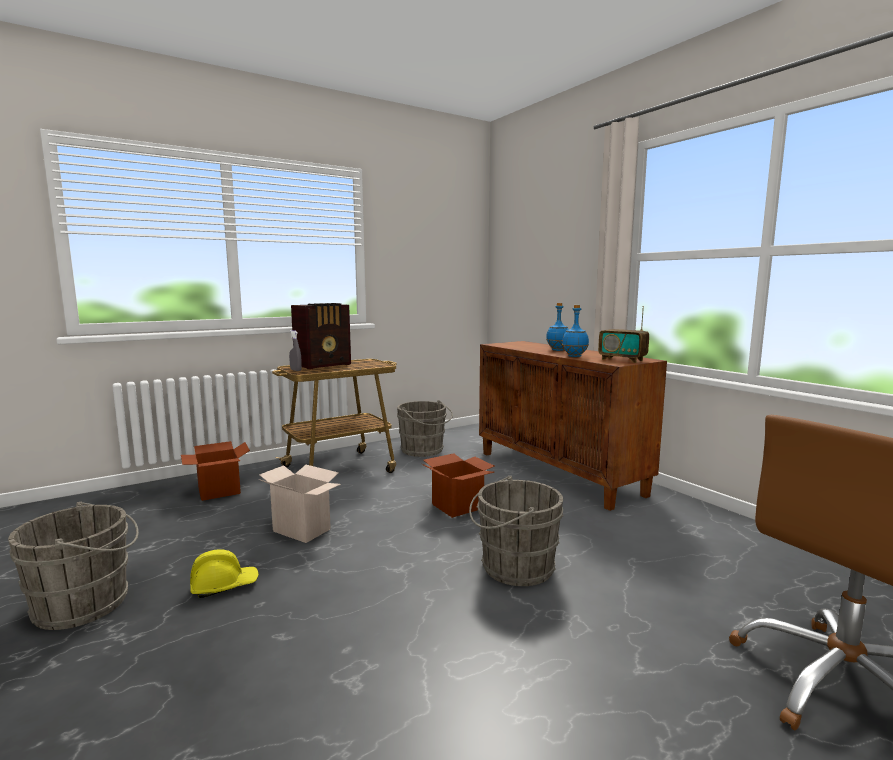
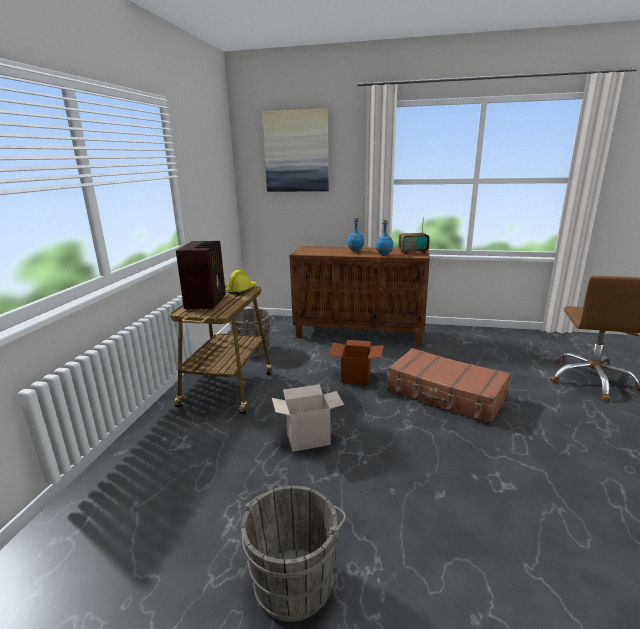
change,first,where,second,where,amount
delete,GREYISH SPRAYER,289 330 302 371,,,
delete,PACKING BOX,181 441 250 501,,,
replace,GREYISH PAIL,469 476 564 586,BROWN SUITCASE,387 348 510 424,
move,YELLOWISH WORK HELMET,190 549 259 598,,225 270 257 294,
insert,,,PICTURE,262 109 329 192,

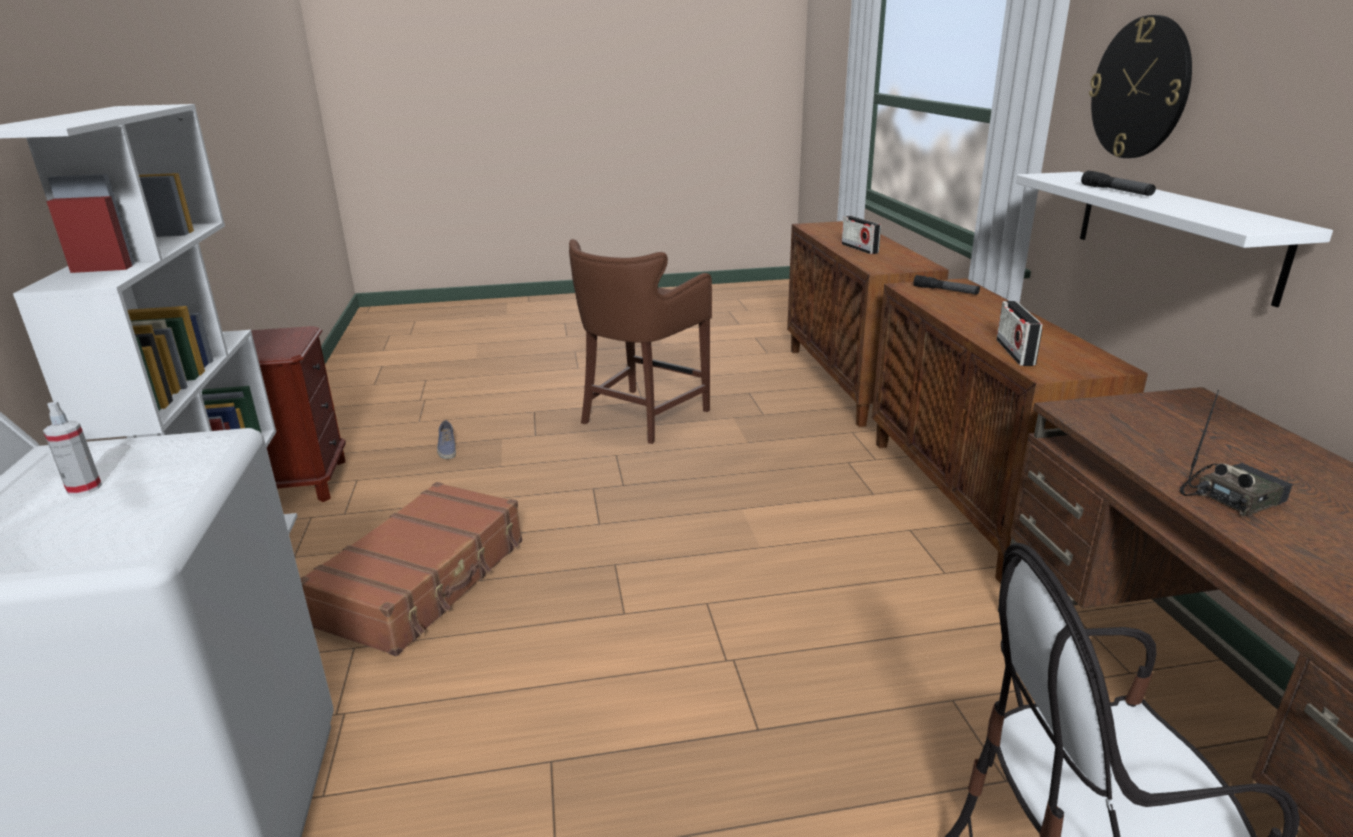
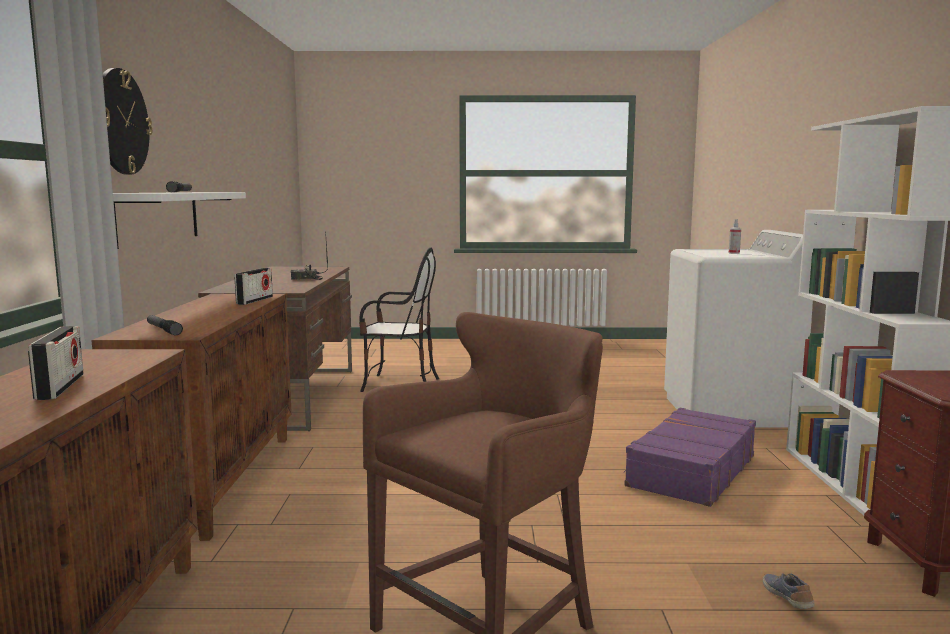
change,first,where,second,where,amount
recolor,BROWN SUITCASE,300 482 522 656,PURPLE SUITCASE,624 408 756 507,

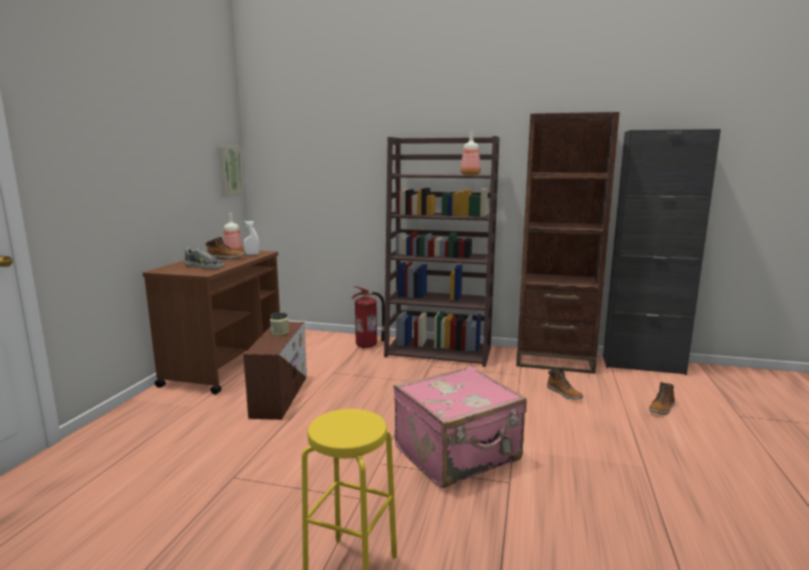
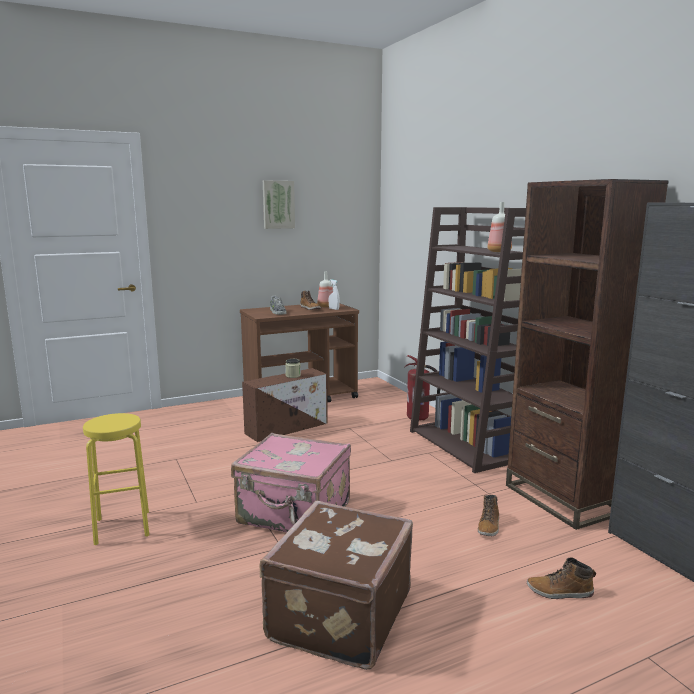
change,first,where,second,where,amount
move,PICTURE,218 146 245 197,,263 180 295 229,
insert,,,BROWN SUITCASE,259 501 413 670,

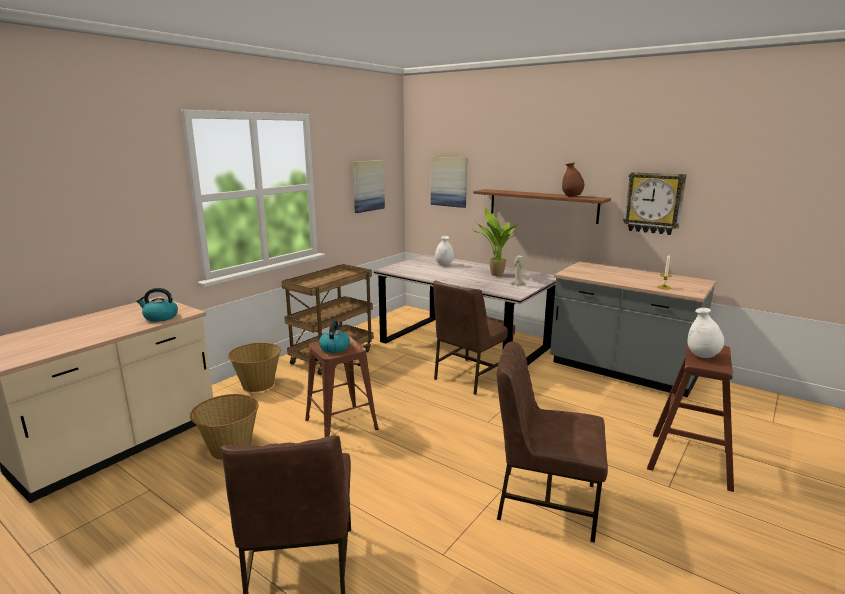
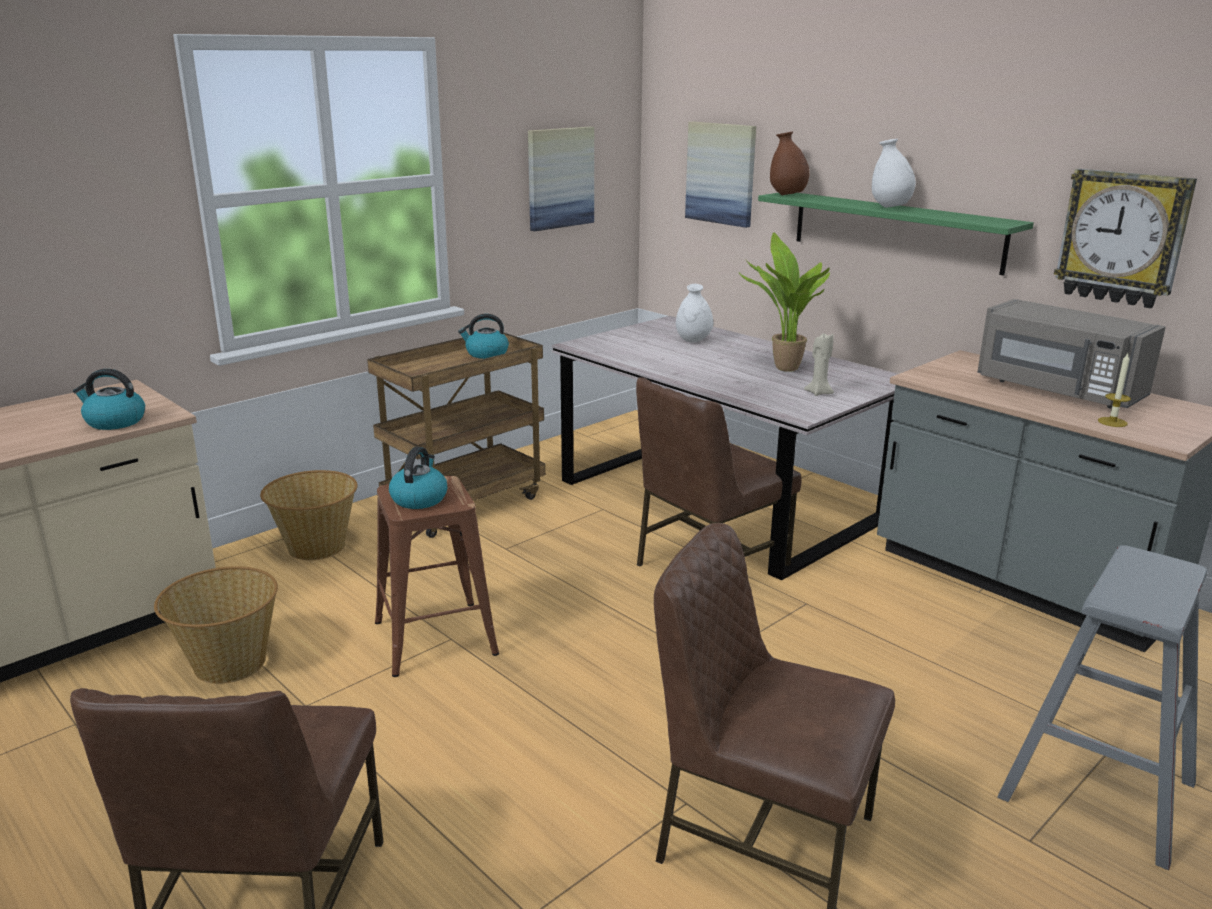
change,first,where,second,where,amount
move,BROWN FLOWER VASE,562 163 584 197,,770 132 810 195,
recolor,BROWN WALL SHELF,473 189 611 224,GREENISH WALL SHELF,758 193 1034 276,
move,WHITISH FLOWER VASE,687 308 724 358,,872 139 916 208,
recolor,BROWN STOOL,647 342 734 492,GREYISH STOOL,997 545 1208 870,
insert,,,GREYISH MICROWAVE OVEN,977 299 1166 409,
insert,,,KETTLE,458 314 509 359,

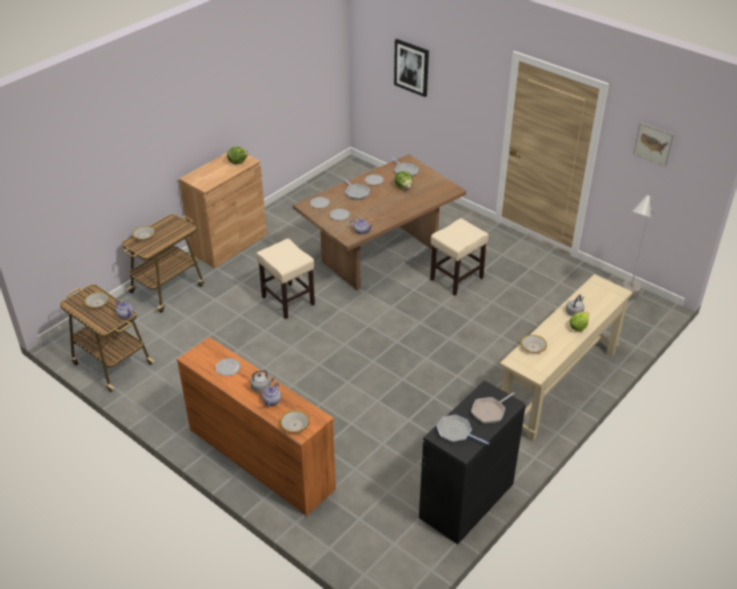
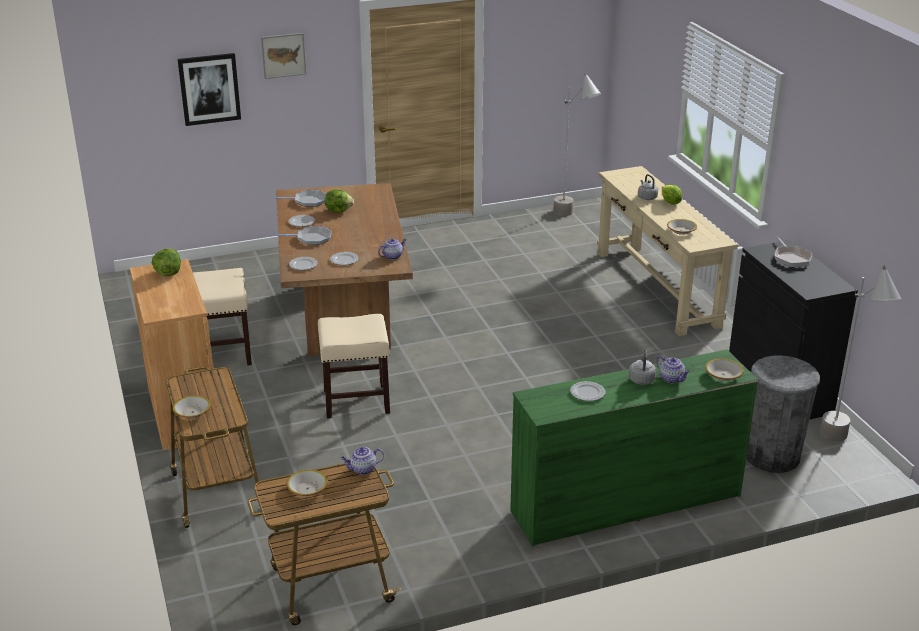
change,first,where,second,where,amount
move,PICTURE,633 122 674 167,,261 33 306 79,
move,BEIGE-COLOURED STOOL,430 218 489 296,,193 268 252 365,
recolor,ORANGE-COLOURED CHEST OF DRAWERS,177 337 336 516,GREENISH CHEST OF DRAWERS,510 350 758 547,
delete,FRYING PAN,436 414 489 444,,,
insert,,,GREYISH STANDARD LAMP,820 266 901 441,
insert,,,GREYISH WASTE BIN,746 355 820 473,

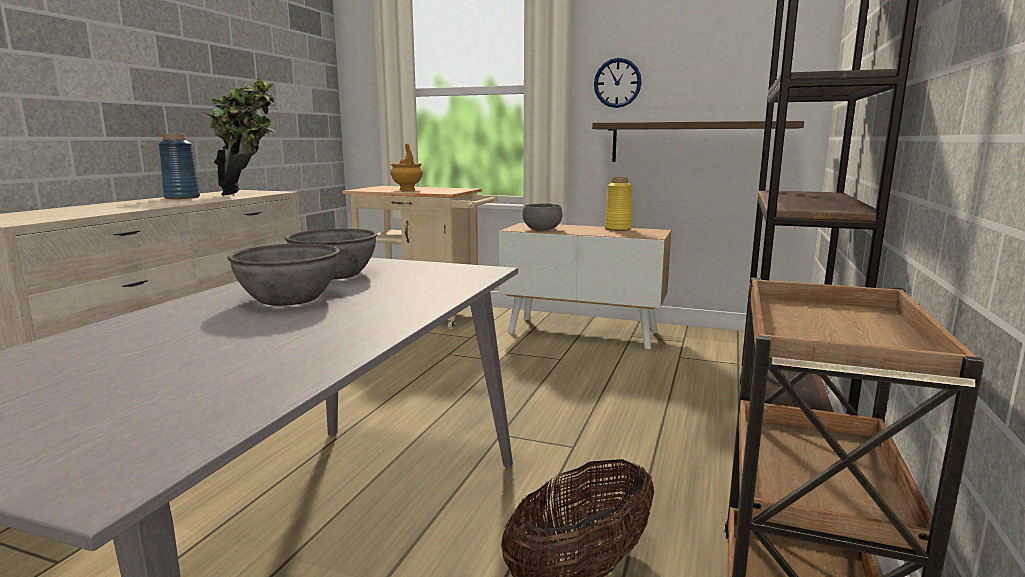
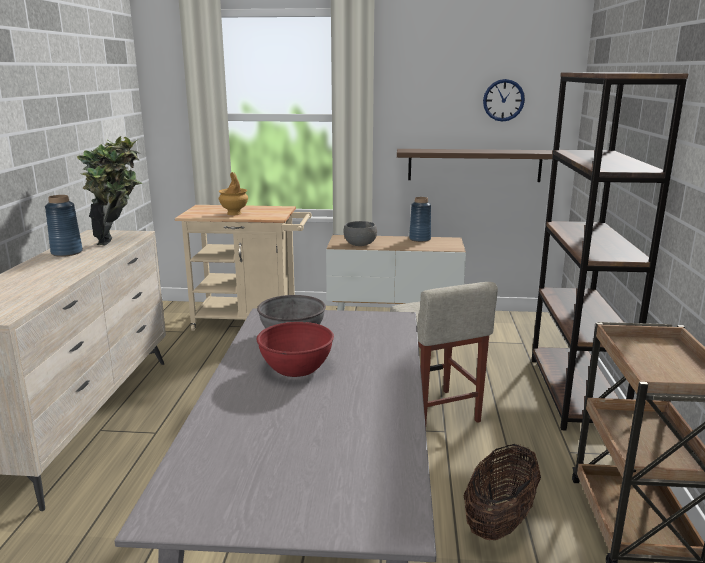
change,first,where,second,where,amount
move,WALL CLOCK,594 58 642 108,,483 79 525 122,
recolor,YELLOWISH FLOWER VASE,605 177 632 231,BLUE-COLOURED FLOWER VASE,409 197 431 242,
recolor,GREYISH BOWL,227 243 340 306,REDDISH BOWL,257 322 334 377,
insert,,,BEIGE-COLOURED STOOL,390 282 498 426,

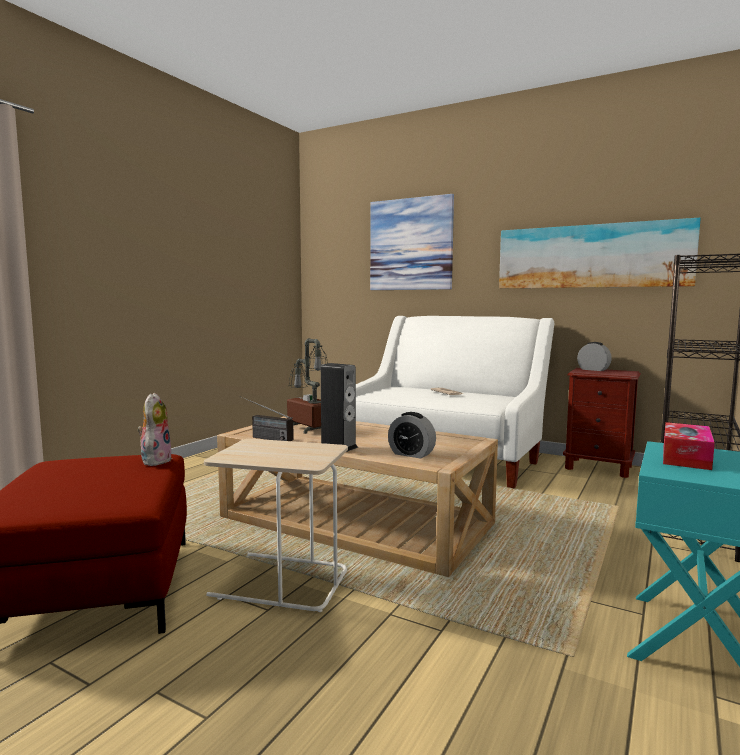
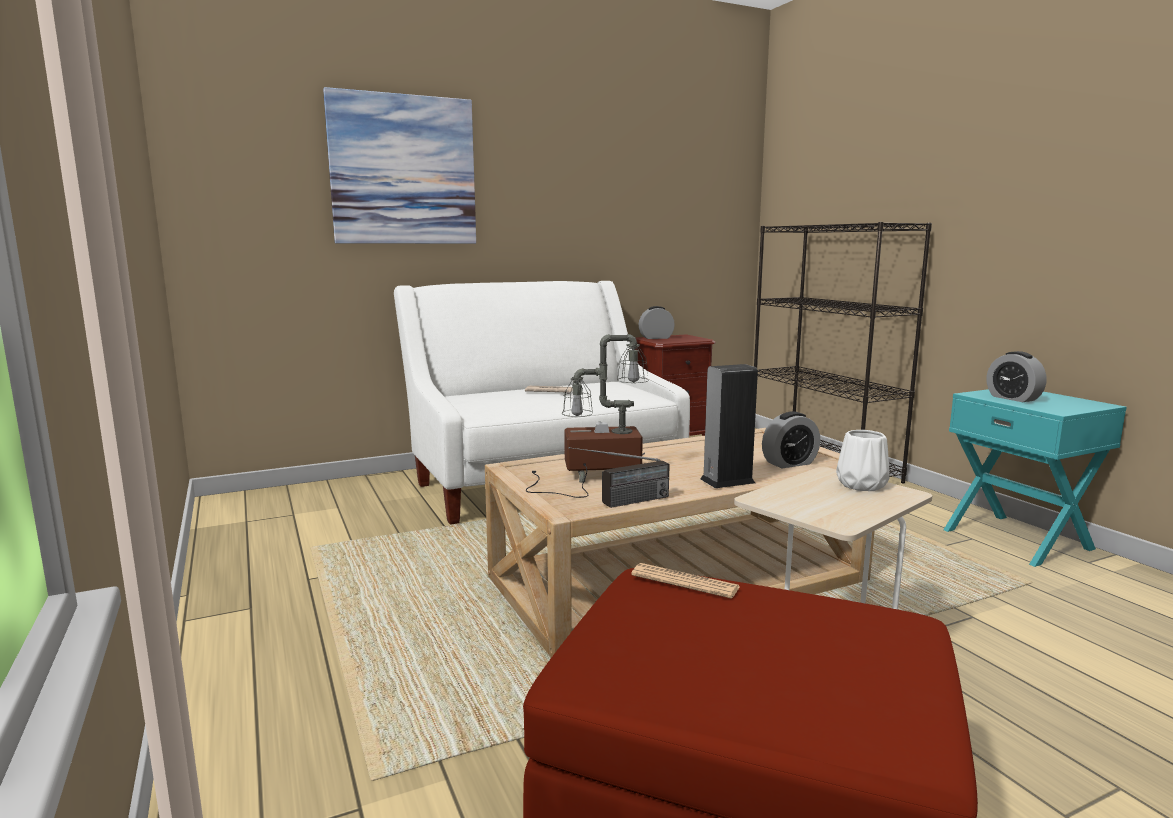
change,first,where,second,where,amount
delete,PICTURE,499 218 701 288,,,
replace,PLUSH TOY,137 393 172 466,PRINTED PAPER,631 563 740 598,
replace,TISSUE HOLDER,663 422 715 470,TABLE CLOCK,987 351 1047 402,
insert,,,WHITISH FLOWER VASE,836 430 889 491,

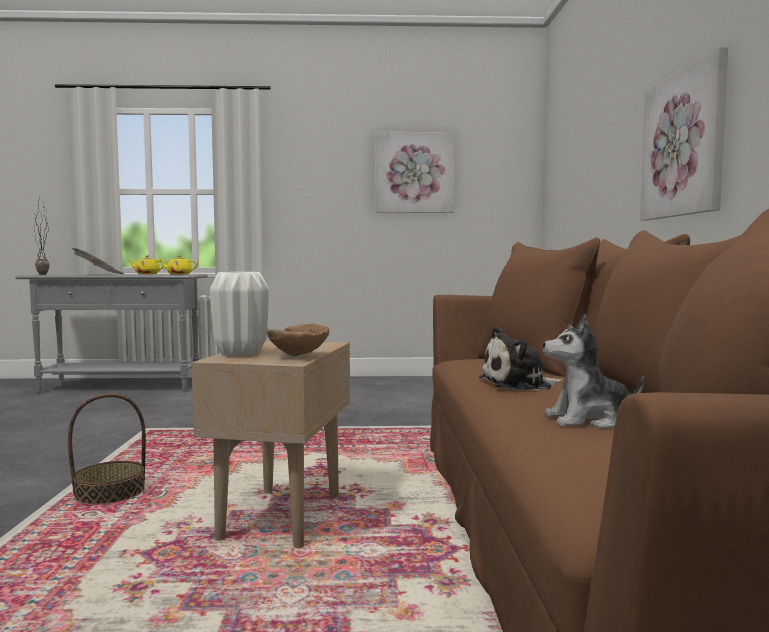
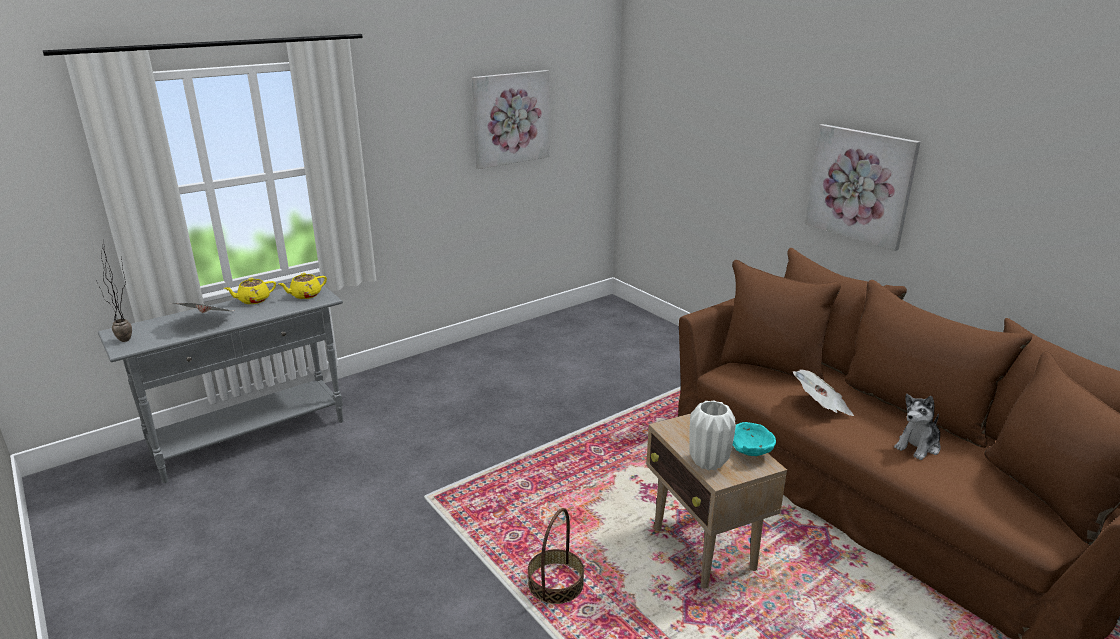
change,first,where,second,where,amount
recolor,BROWN BOWL,267 323 329 357,TURQUOISE BOWL,733 422 776 456,
replace,PLUSH TOY,479 327 563 390,PRINTED PAPER,793 369 854 416,

